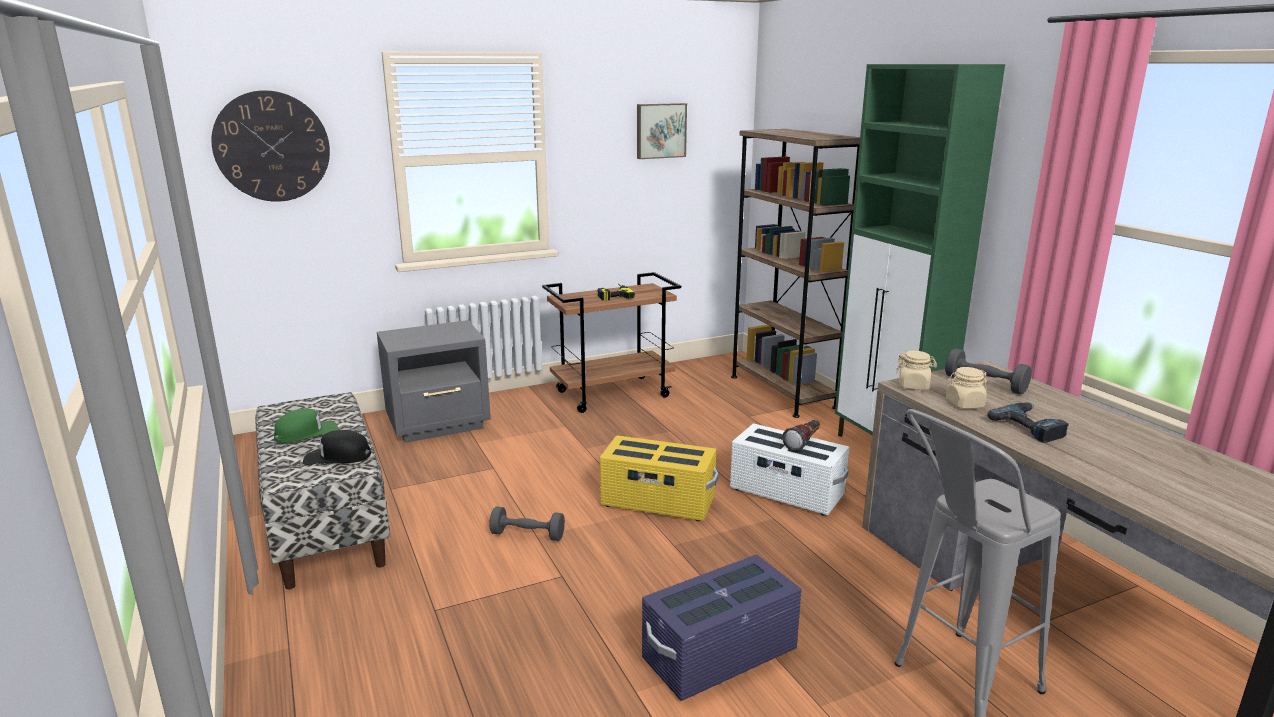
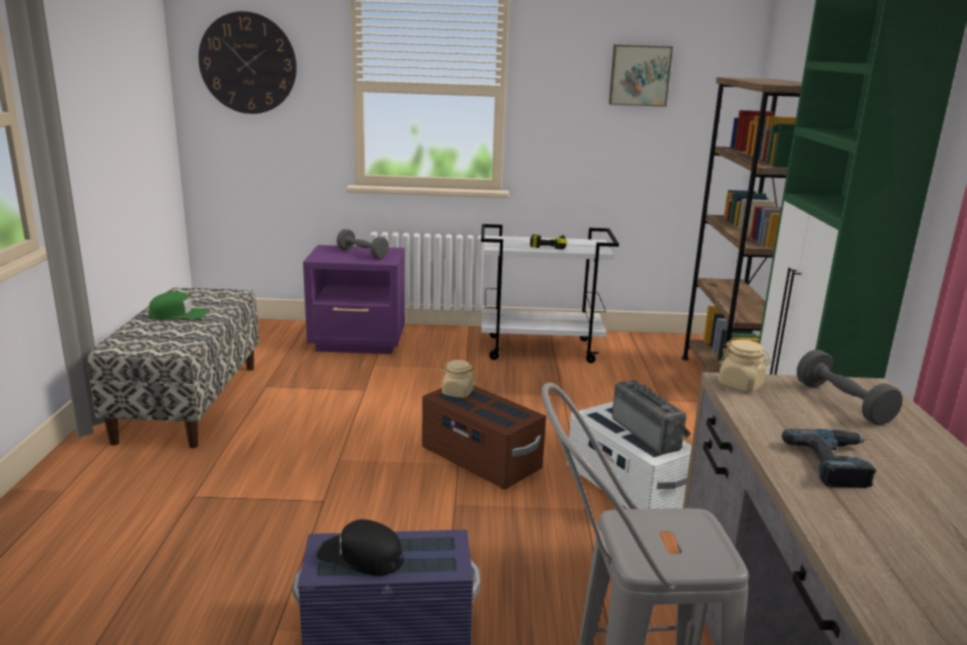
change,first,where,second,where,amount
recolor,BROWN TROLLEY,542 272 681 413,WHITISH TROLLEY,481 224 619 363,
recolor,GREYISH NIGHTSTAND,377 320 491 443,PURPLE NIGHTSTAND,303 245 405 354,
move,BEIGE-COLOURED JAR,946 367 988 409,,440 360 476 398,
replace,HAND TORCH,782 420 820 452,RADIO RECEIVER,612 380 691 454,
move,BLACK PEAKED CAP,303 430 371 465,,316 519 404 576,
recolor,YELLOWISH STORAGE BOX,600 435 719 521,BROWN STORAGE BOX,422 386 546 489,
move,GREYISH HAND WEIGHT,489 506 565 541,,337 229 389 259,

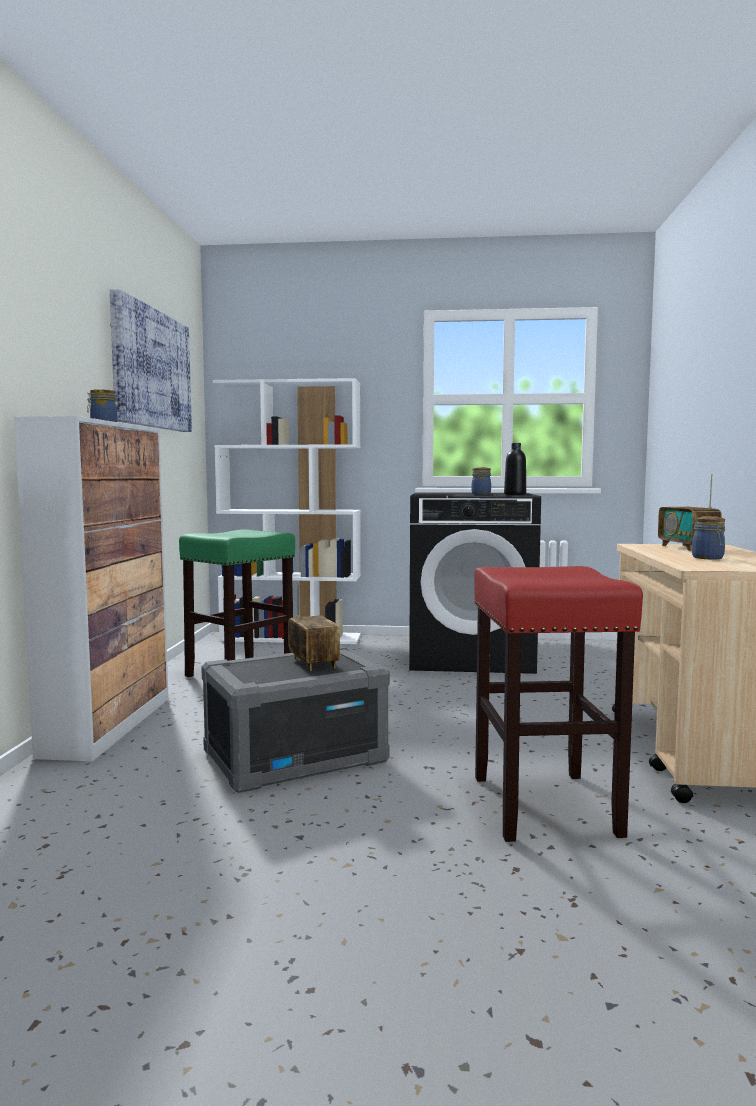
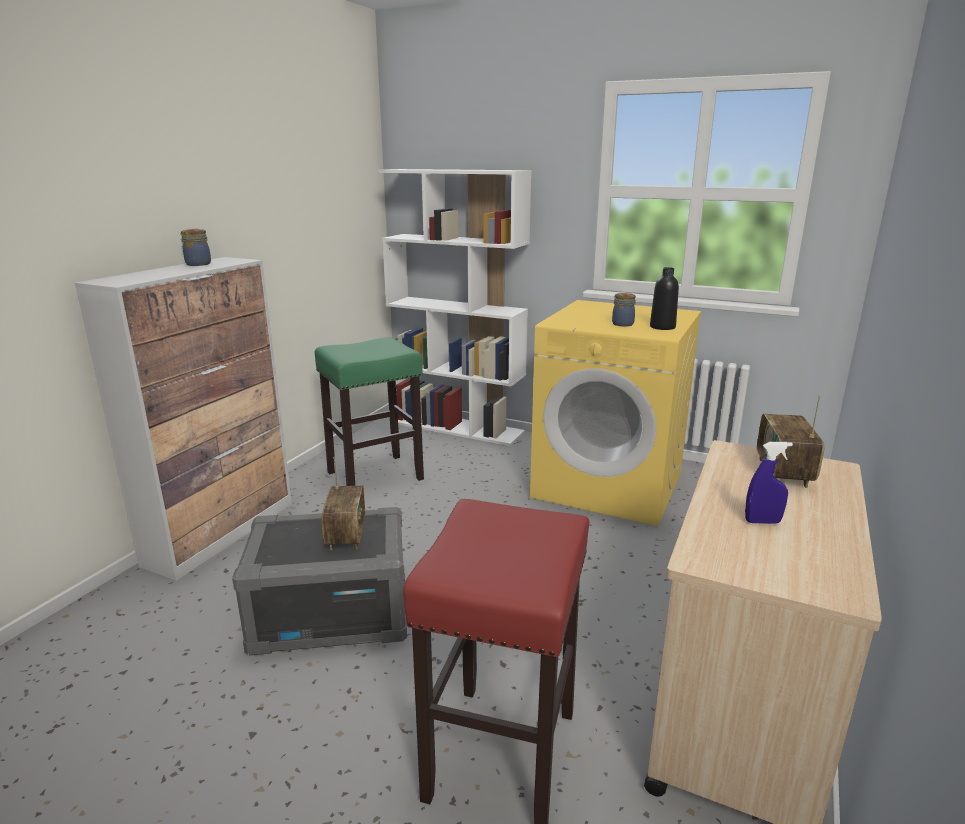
change,first,where,second,where,amount
delete,PICTURE,110 289 192 432,,,
recolor,BLACK LAUNDRY APPLIANCE,409 492 541 674,YELLOWISH LAUNDRY APPLIANCE,530 300 701 526,
replace,JAR,692 516 725 559,BLUE-COLOURED SPRAYER,745 442 793 524,

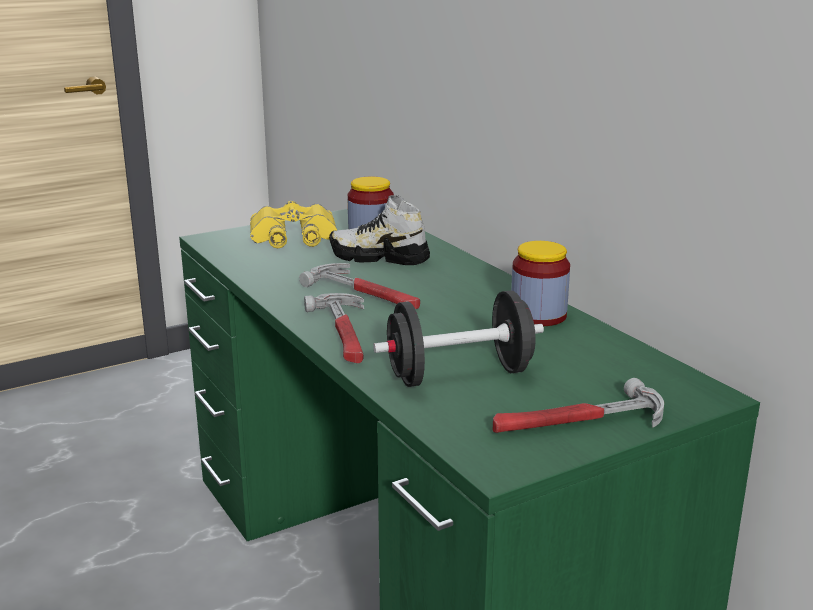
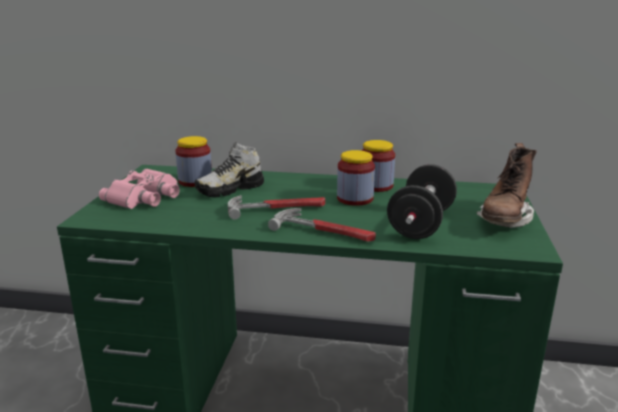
change,first,where,second,where,amount
recolor,YELLOWISH PAIR OF BINOCULARS,250 201 337 248,PINK PAIR OF BINOCULARS,99 168 180 209,
replace,TOOL HAMMER,493 378 664 433,BROWN BOOT,477 143 537 228,
insert,,,JAR,337 150 375 206,

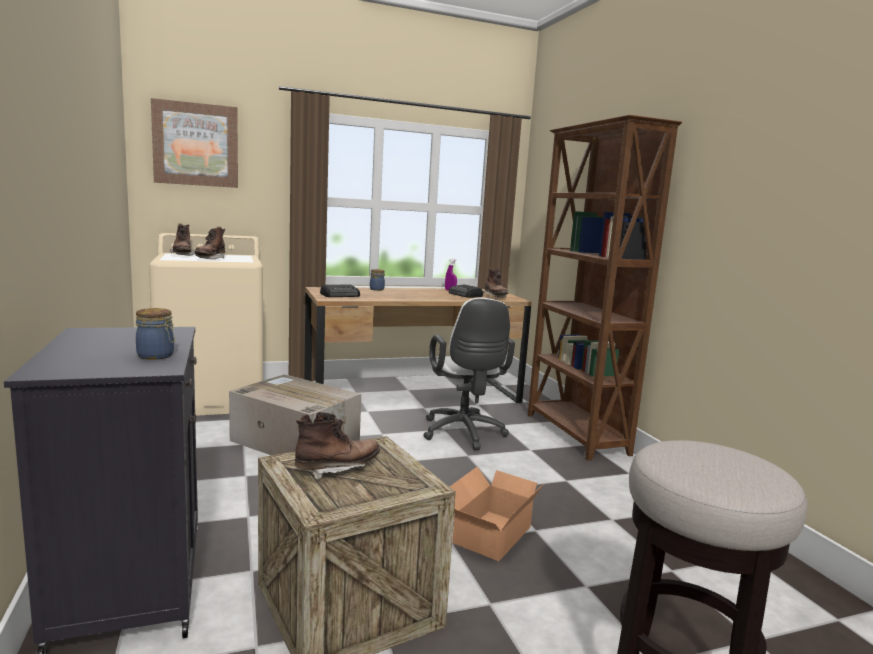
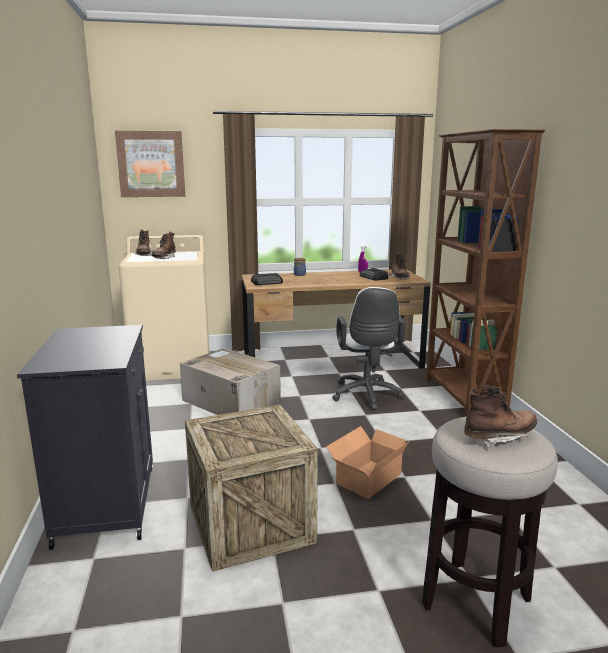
change,first,where,second,where,amount
delete,JAR,136 308 175 360,,,
move,BROWN BOOT,295 412 380 480,,464 385 538 449,

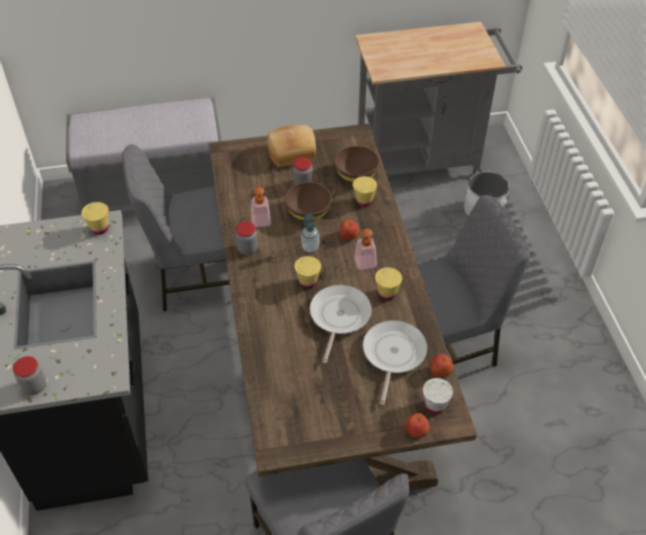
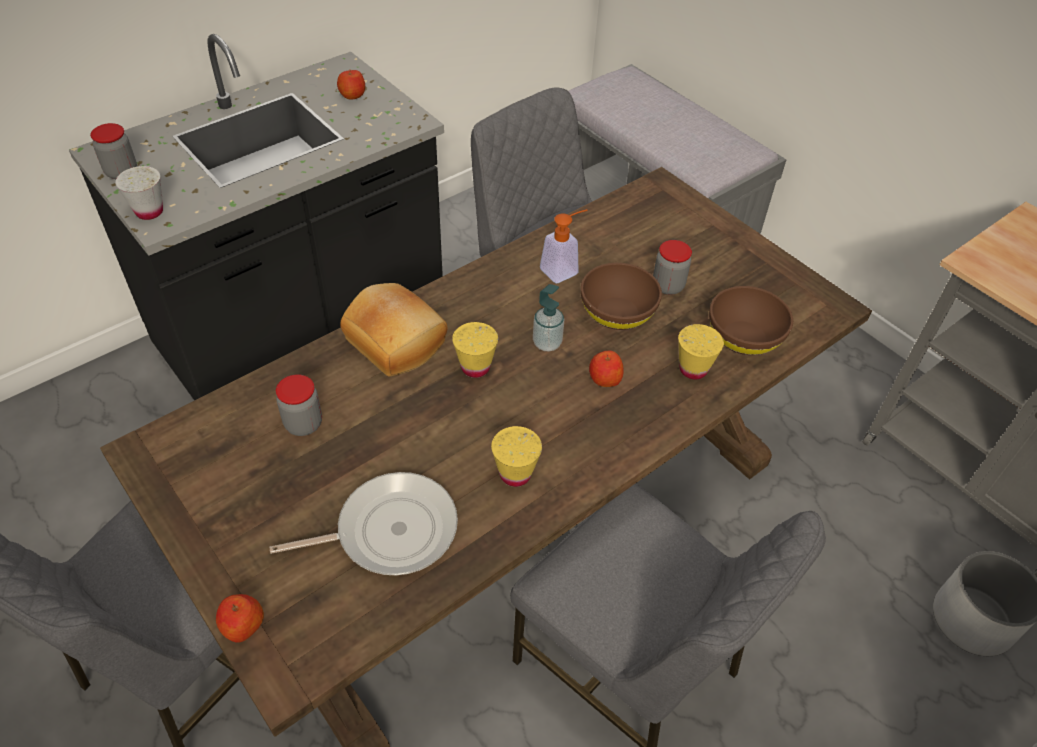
change,first,where,second,where,amount
move,BAKED BREAD,268 125 316 167,,340 283 447 376,
delete,YELLOWISH SMALL CUP,82 202 109 235,,,
move,JAR,235 222 258 255,,276 374 322 436,
delete,LIQUID SOAP BOTTLE,354 229 377 270,,,
delete,FRYING PAN,310 285 372 364,,,
move,APPLE,430 354 453 377,,337 70 365 100,
move,WHITISH SMALL CUP,423 378 453 414,,115 166 163 220,

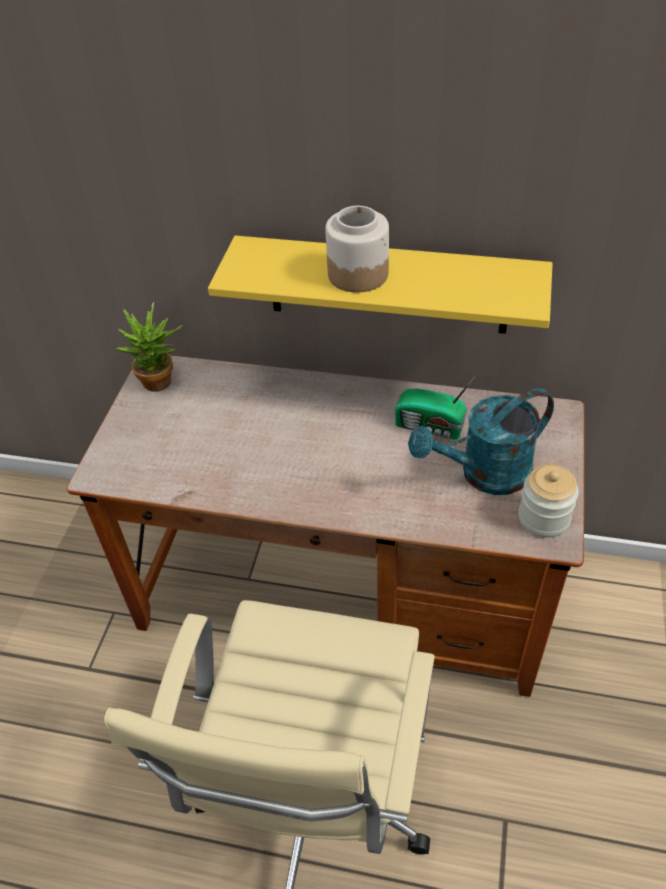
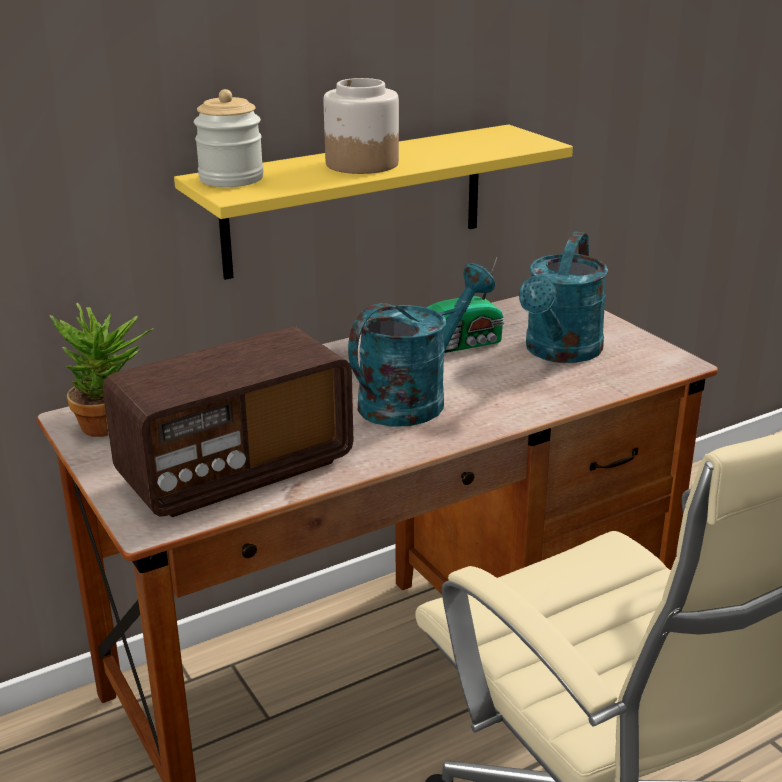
change,first,where,second,where,amount
move,JAR,518 464 579 538,,194 89 264 187,
insert,,,TURQUOISE WATERING POT,348 263 495 427,
insert,,,RADIO RECEIVER,102 327 353 517,

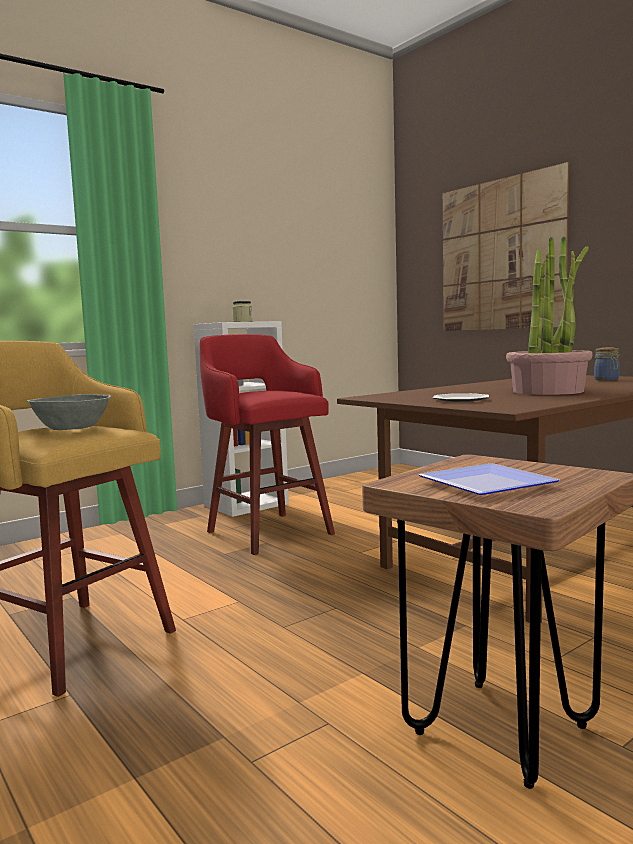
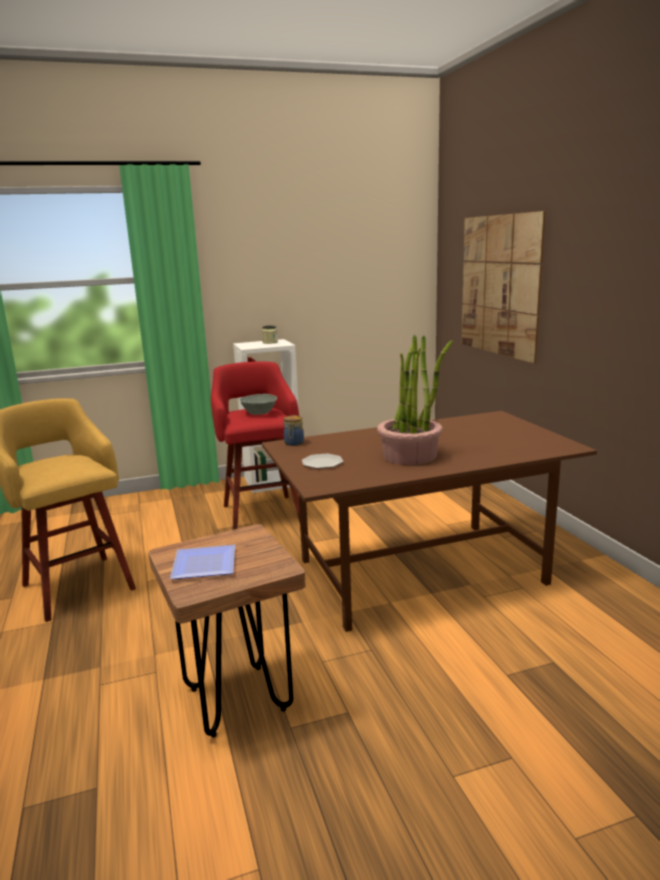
change,first,where,second,where,amount
move,JAR,594 347 620 381,,284 415 304 446,
move,GREYISH BOWL,27 394 111 430,,239 394 277 415,

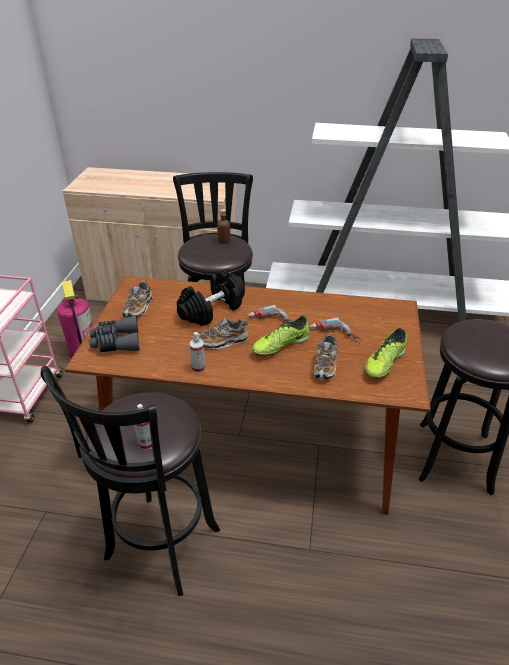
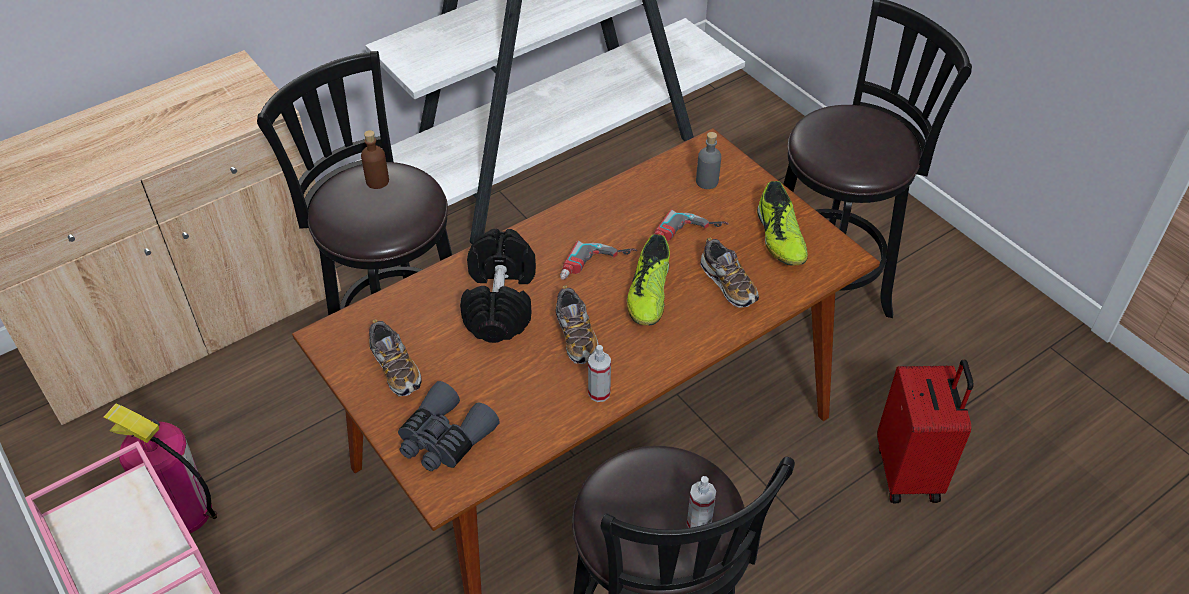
change,first,where,second,where,amount
rotate,SHOE,198 318 248 349,,556 285 599 364,45 degrees counterclockwise
insert,,,GREYISH DRINK BOTTLE,696 132 721 189,
insert,,,REDDISH SUITCASE,877 359 973 503,

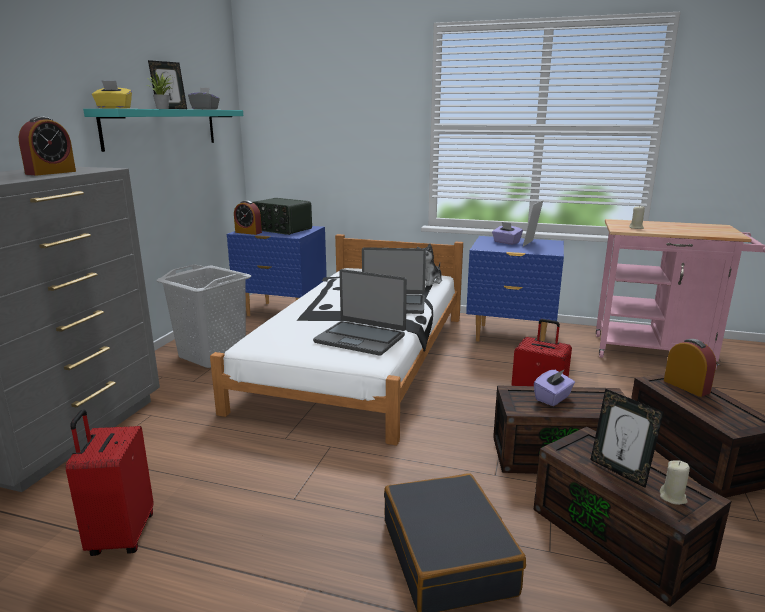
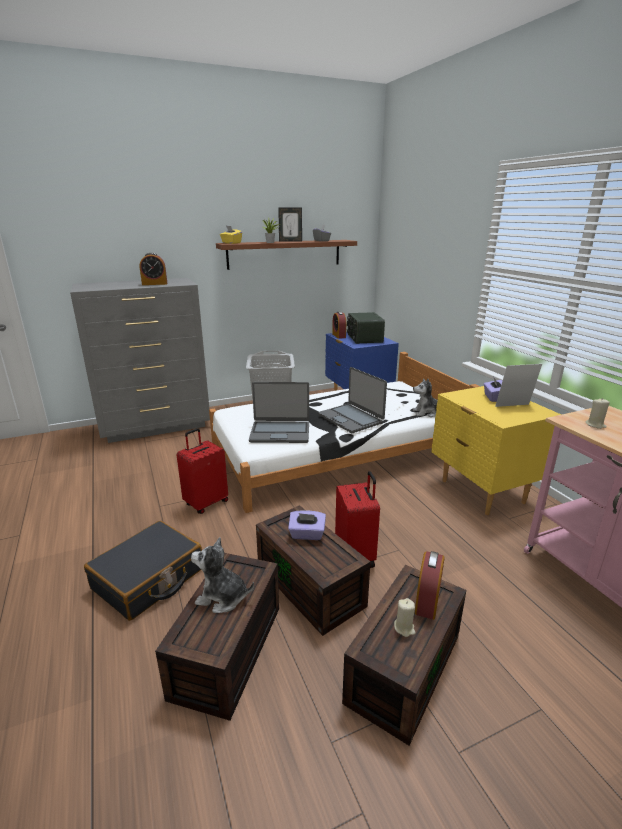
change,first,where,second,where,amount
recolor,TURQUOISE WALL SHELF,83 109 243 152,BROWN WALL SHELF,216 240 357 270,
recolor,BLUE-COLOURED NIGHTSTAND,466 236 564 341,YELLOWISH NIGHTSTAND,431 386 561 515,
rotate,NOTEBOOK COMPUTER,313 269 407 356,,249 382 309 443,75 degrees counterclockwise
replace,PICTURE FRAME,590 389 664 488,PLUSH TOY,191 537 254 613,
move,REDDISH SUITCASE,66 409 153 556,,177 428 228 514,
move,BEIGE-COLOURED CANDLE,660 460 690 505,,394 598 415 637,

